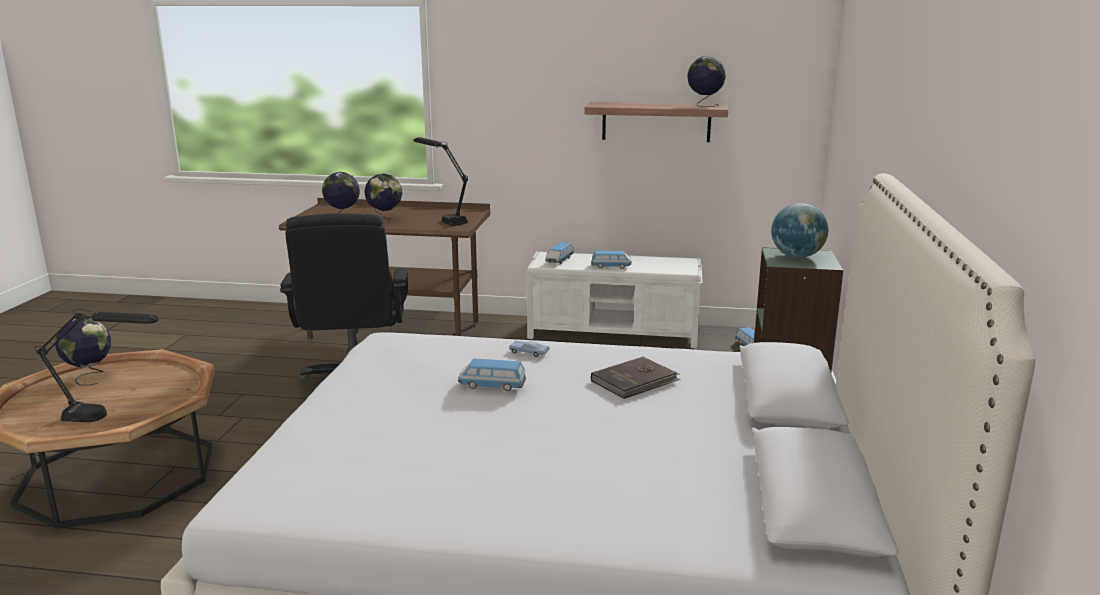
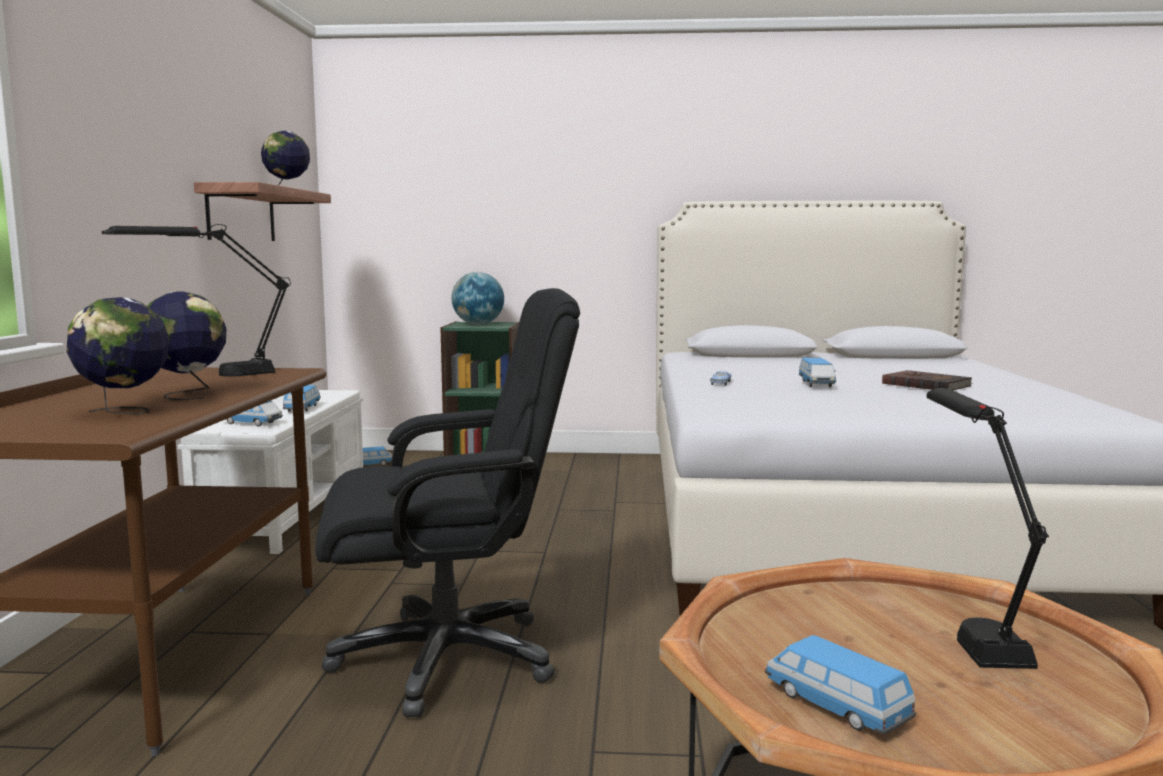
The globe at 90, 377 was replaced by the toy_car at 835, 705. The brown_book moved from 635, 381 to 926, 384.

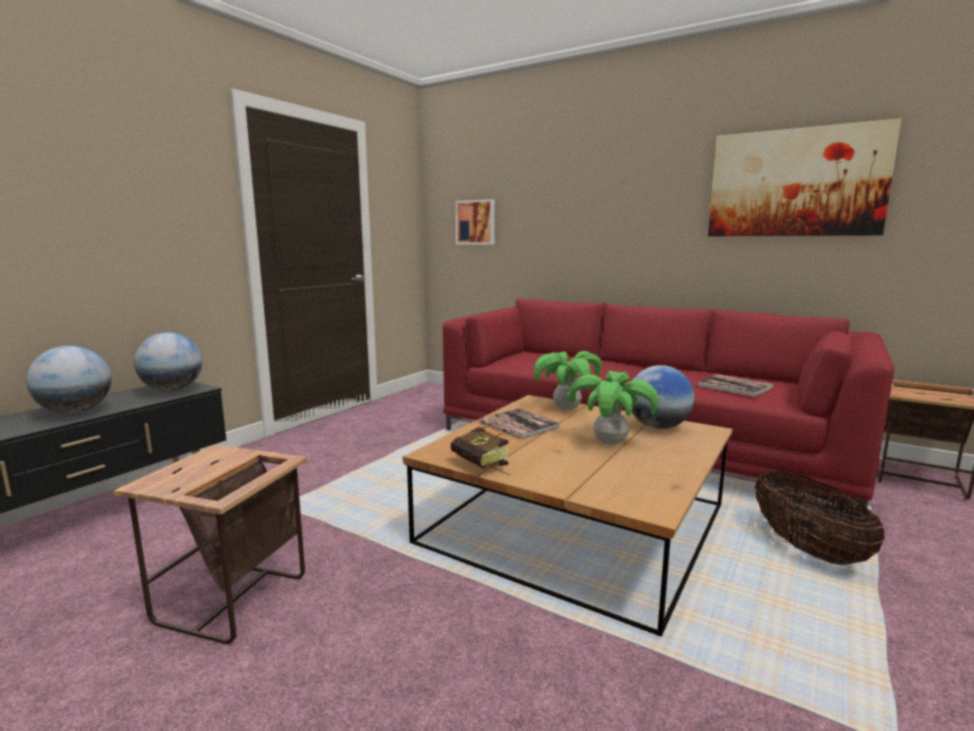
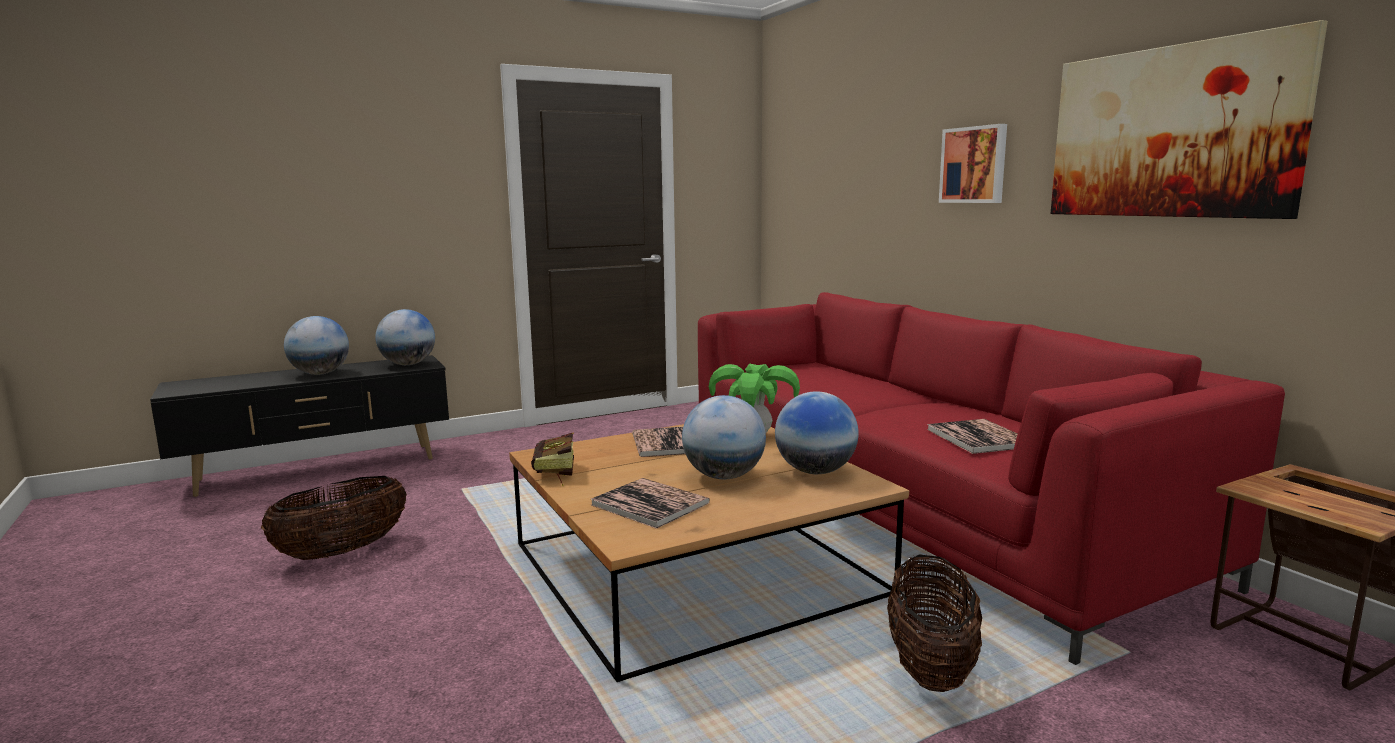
The picture moved from 476, 222 to 974, 165. The potted_plant at 610, 442 was replaced by the globe at 724, 476. The side_table at 230, 602 was replaced by the basket at 342, 551. The book at 650, 504 appeared.

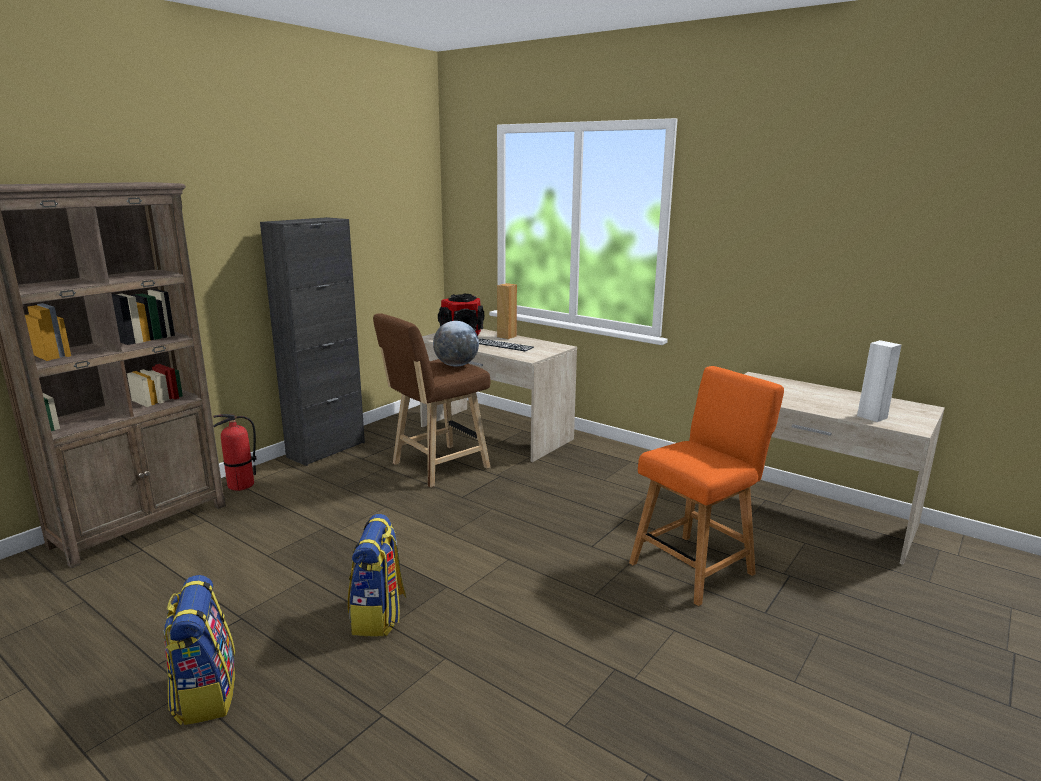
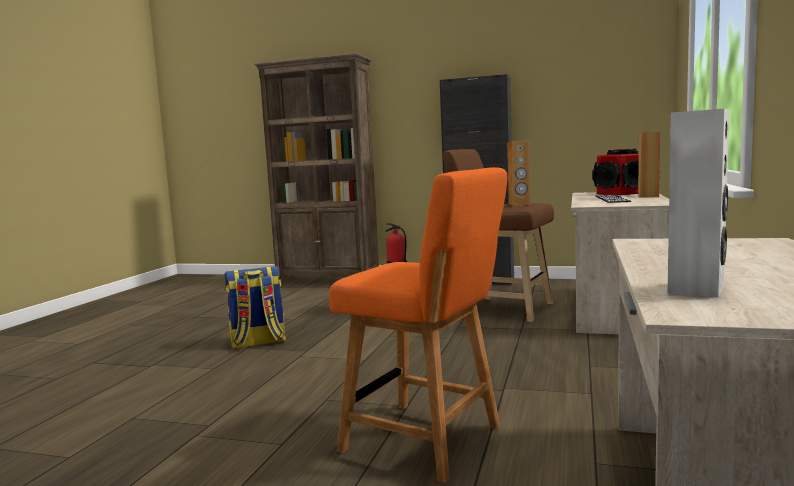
The globe at 456, 365 was replaced by the brown_speaker at 519, 204. The backpack at 205, 693 disappeared.

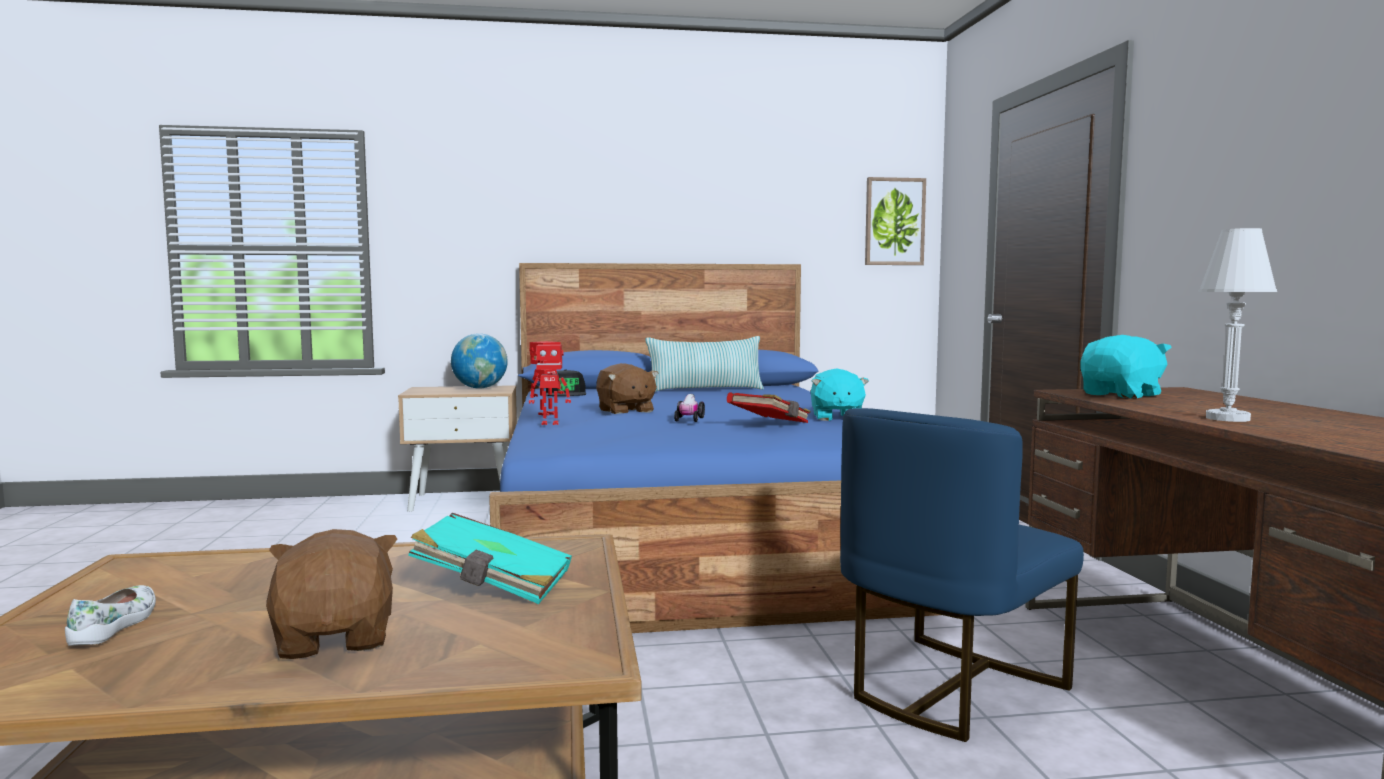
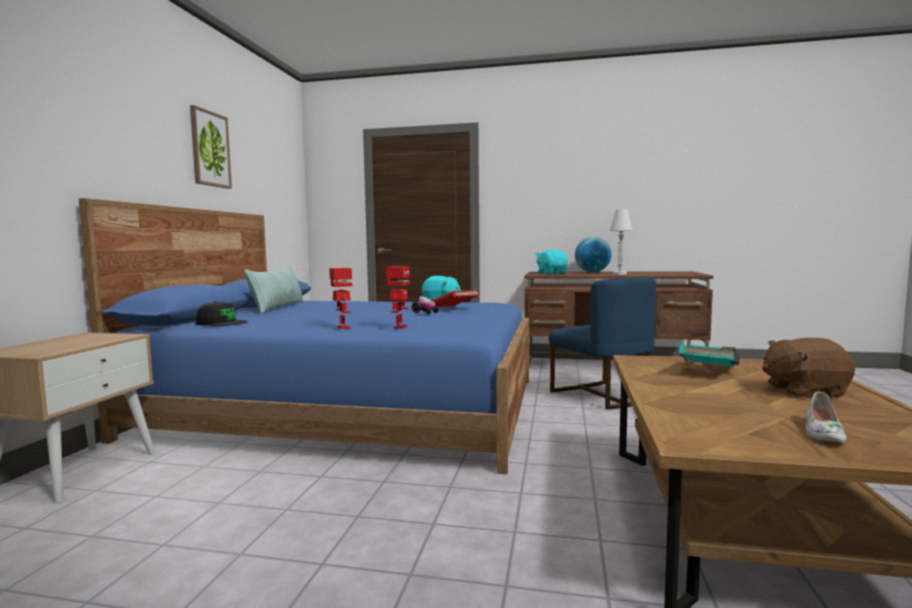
The picture moved from 894, 221 to 210, 149. The globe moved from 480, 388 to 592, 272. The brown_plush_toy at 625, 411 disappeared. The white_shoe at 116, 625 turned 75 degrees counterclockwise.

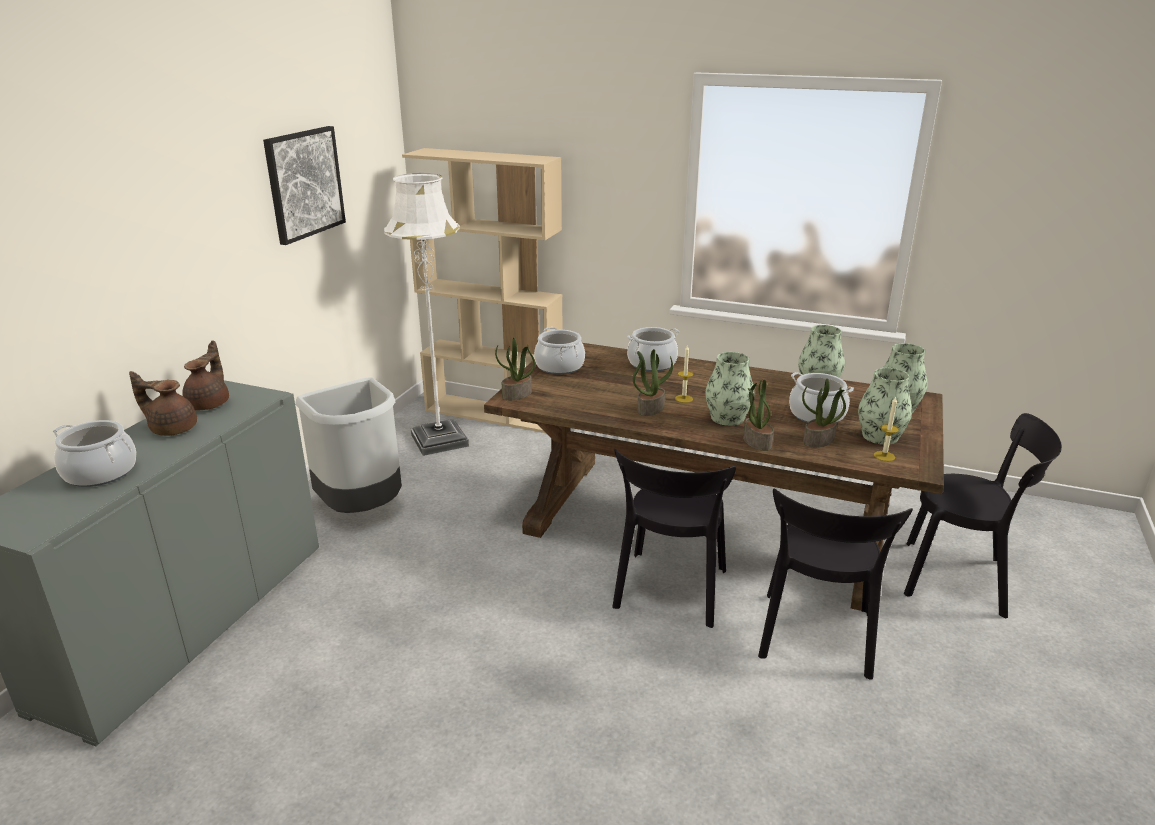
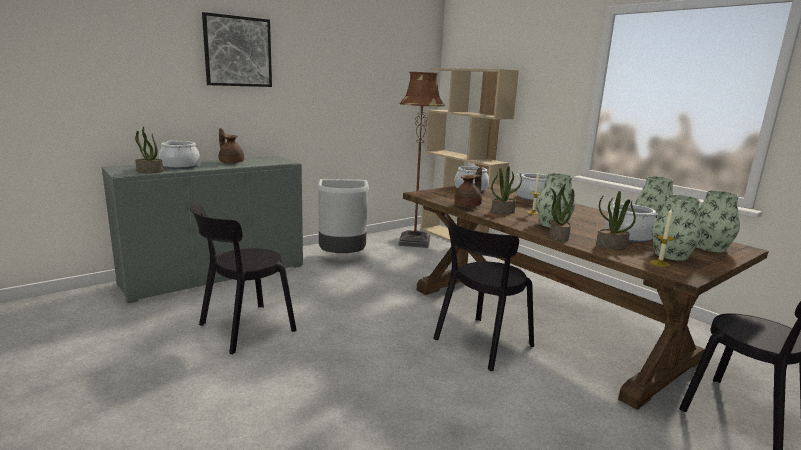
The picture moved from 304, 183 to 238, 51. The white_floor_lamp at 440, 440 became the brown_floor_lamp at 414, 242. The potted_plant moved from 517, 395 to 149, 171. The brown_teapot moved from 210, 404 to 468, 205. The black_chair moved from 815, 638 to 243, 329.

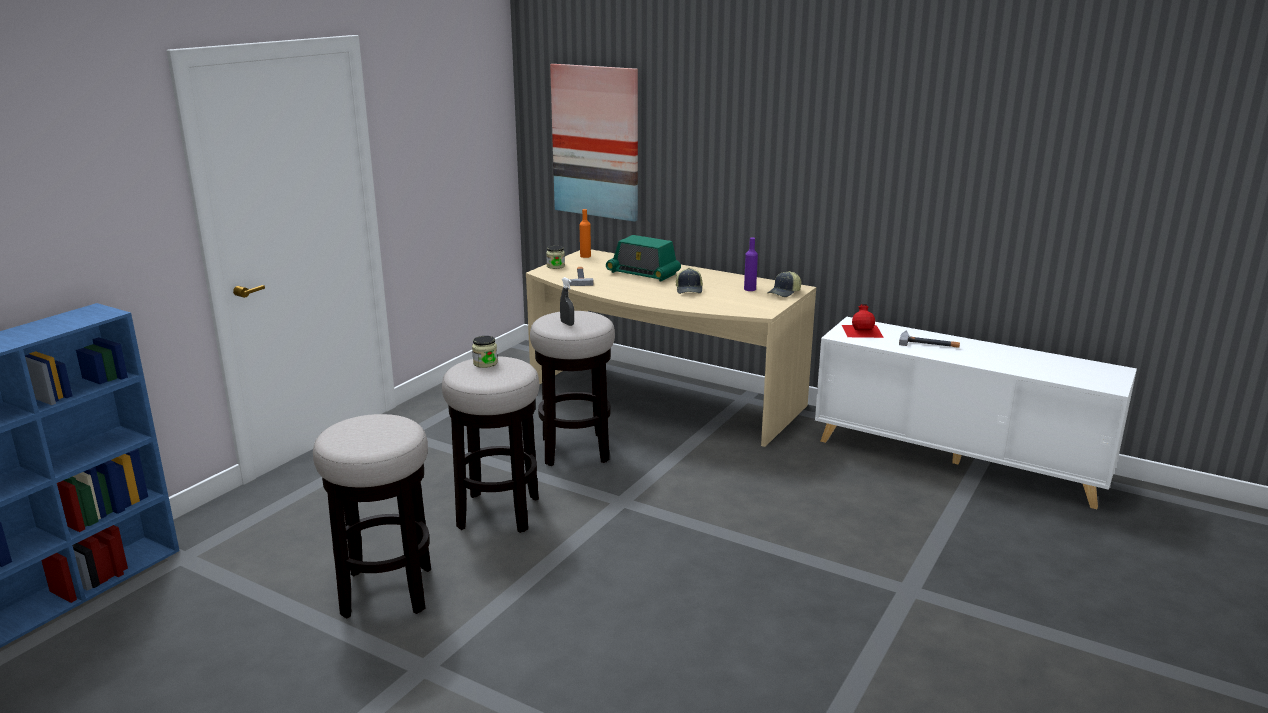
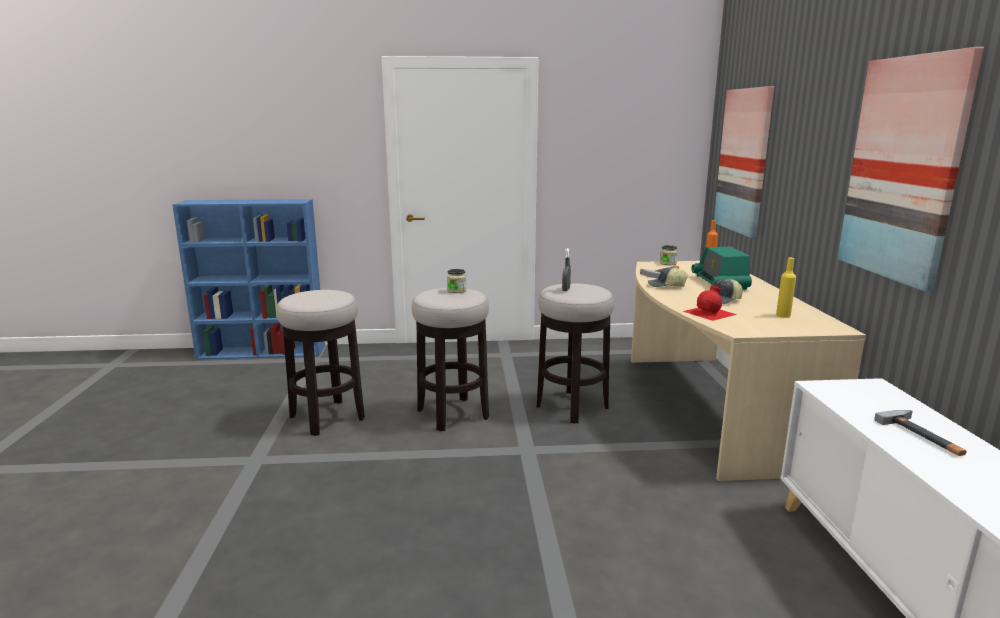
The purple_bottle at 750, 289 became the yellow_bottle at 783, 315. The cap moved from 784, 293 to 666, 286. The red_bottle moved from 862, 330 to 710, 312. The picture at 903, 169 appeared.

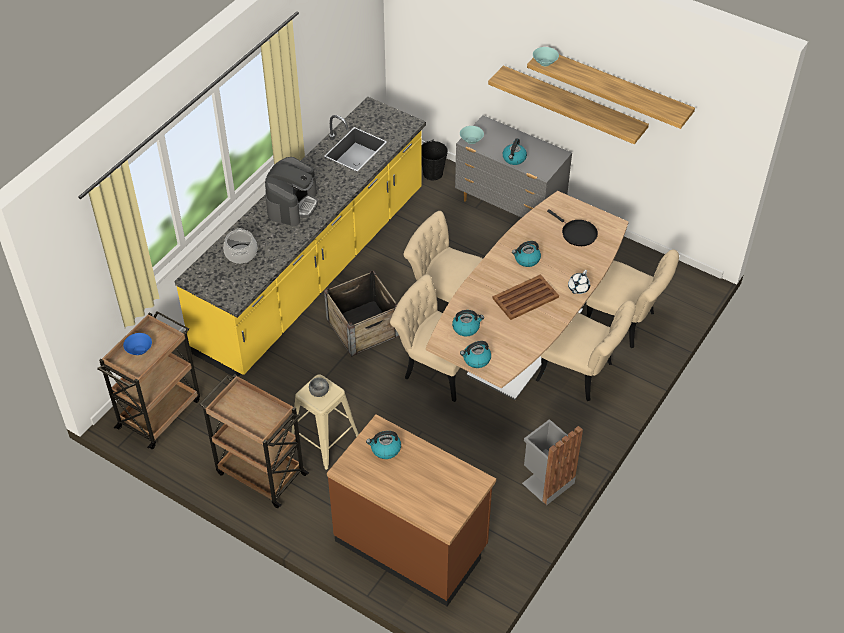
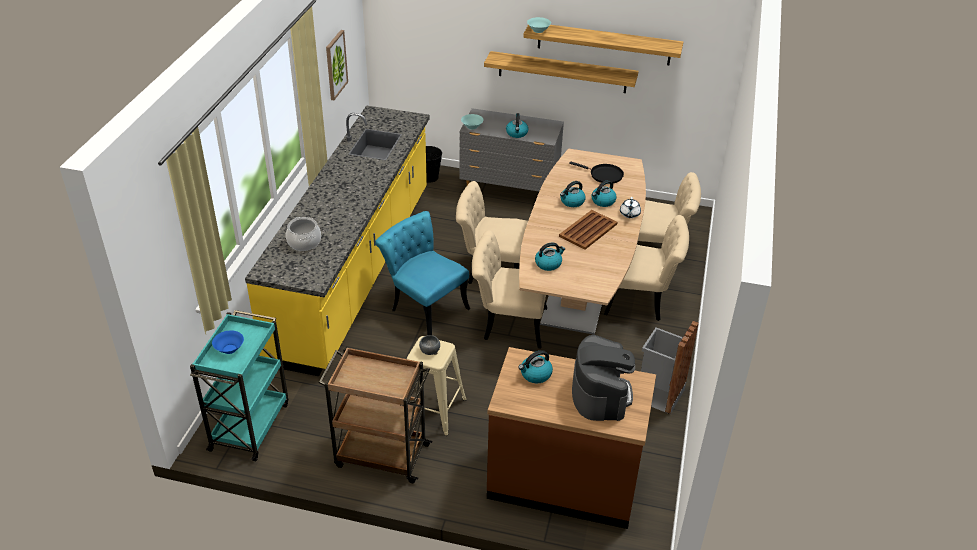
The coffee_machine moved from 292, 204 to 600, 394. The crate at 363, 327 was replaced by the turquoise_chair at 424, 306. The brown_cart at 160, 412 became the turquoise_cart at 250, 425. The kettle moved from 476, 359 to 603, 201. The picture at 335, 65 appeared.

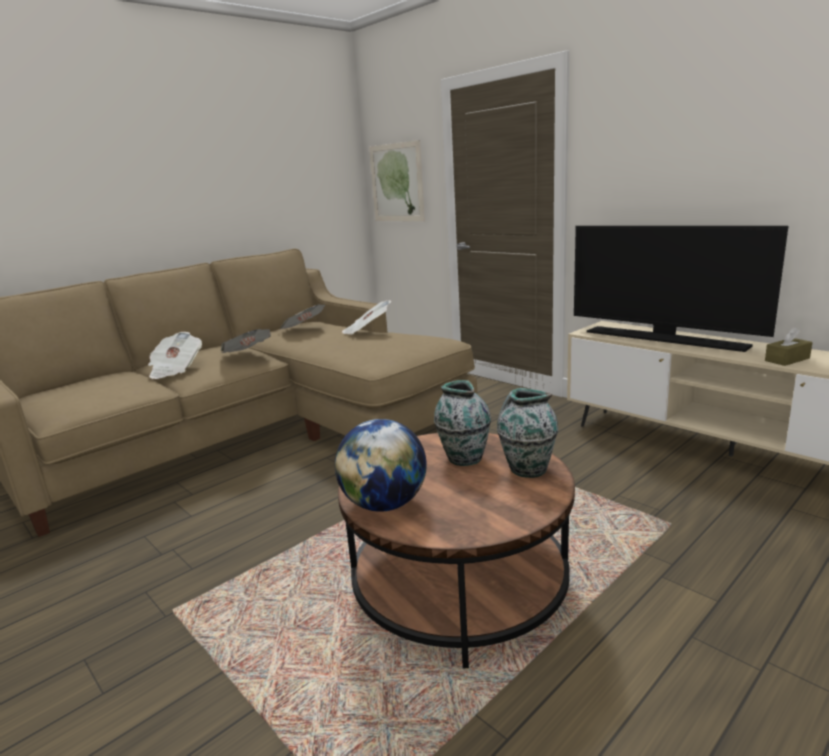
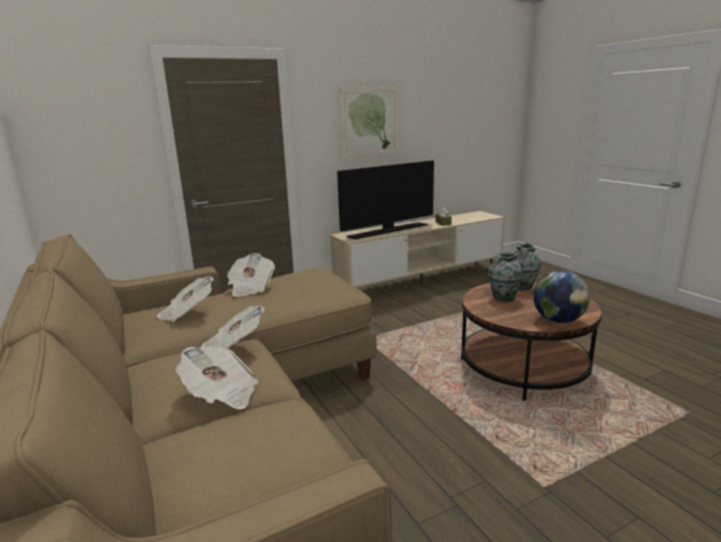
The picture moved from 396, 183 to 370, 121.

